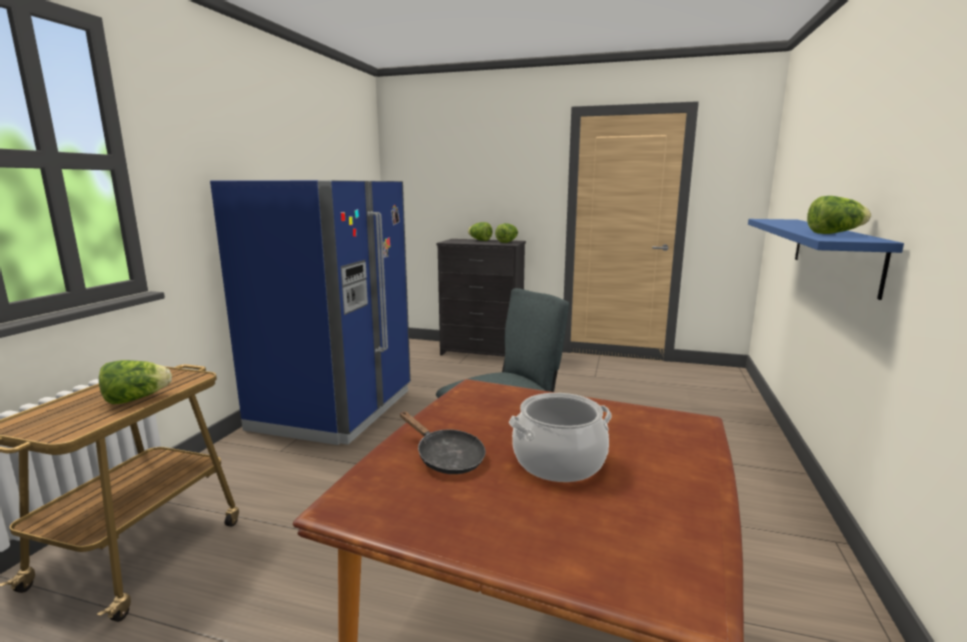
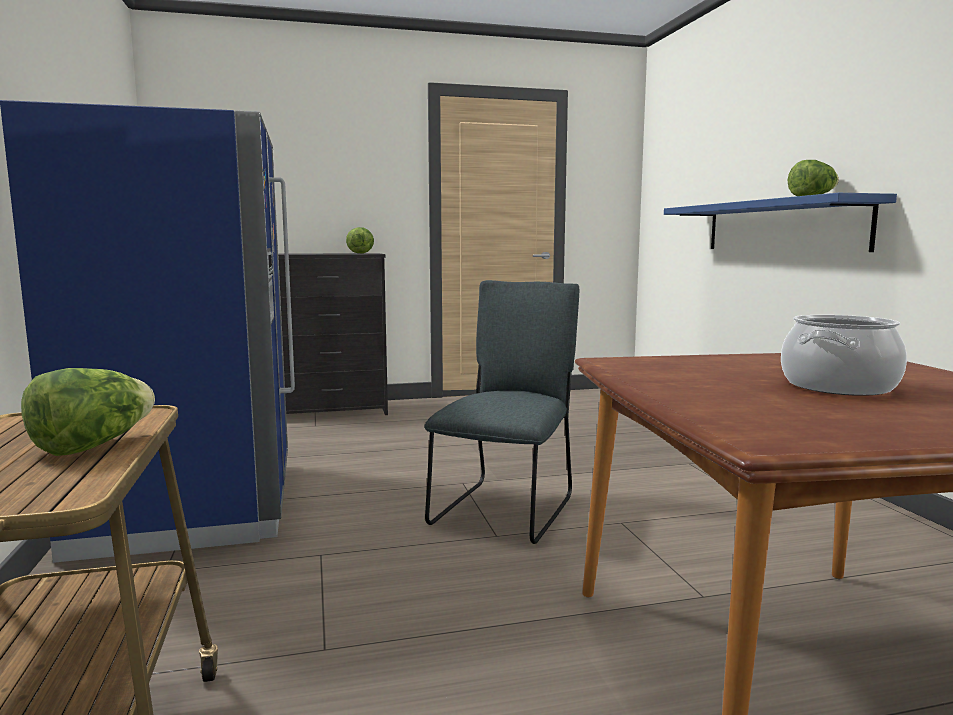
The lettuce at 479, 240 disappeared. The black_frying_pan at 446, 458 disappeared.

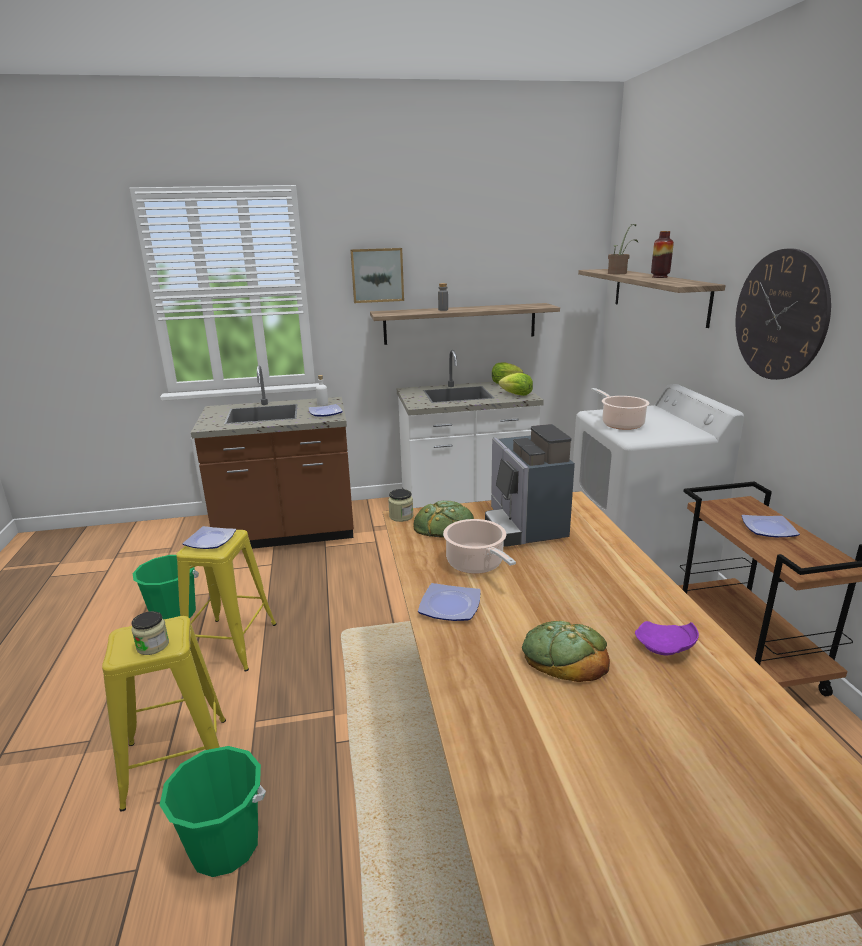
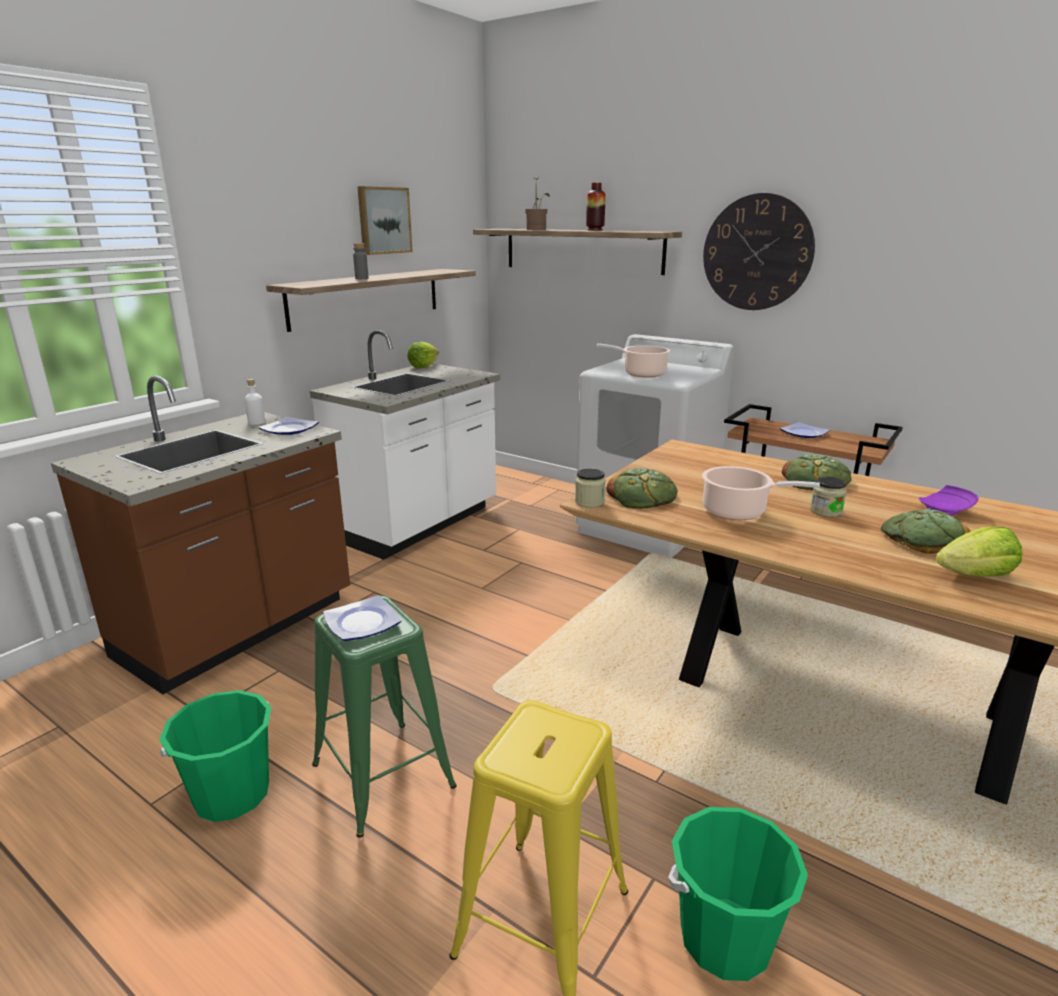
The picture moved from 377, 275 to 383, 220. The lettuce moved from 516, 394 to 975, 575. The coffee_machine at 523, 526 disappeared. The yellow_stool at 231, 644 became the green_stool at 383, 775. The plate at 451, 605 disappeared. The jar moved from 153, 645 to 826, 511. The bread at 815, 480 appeared.

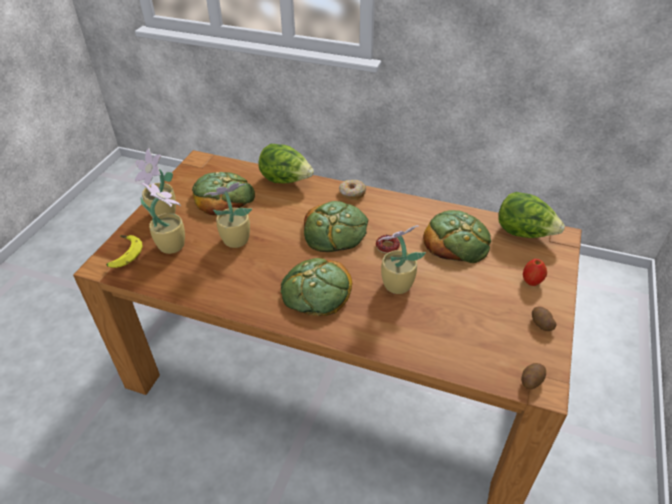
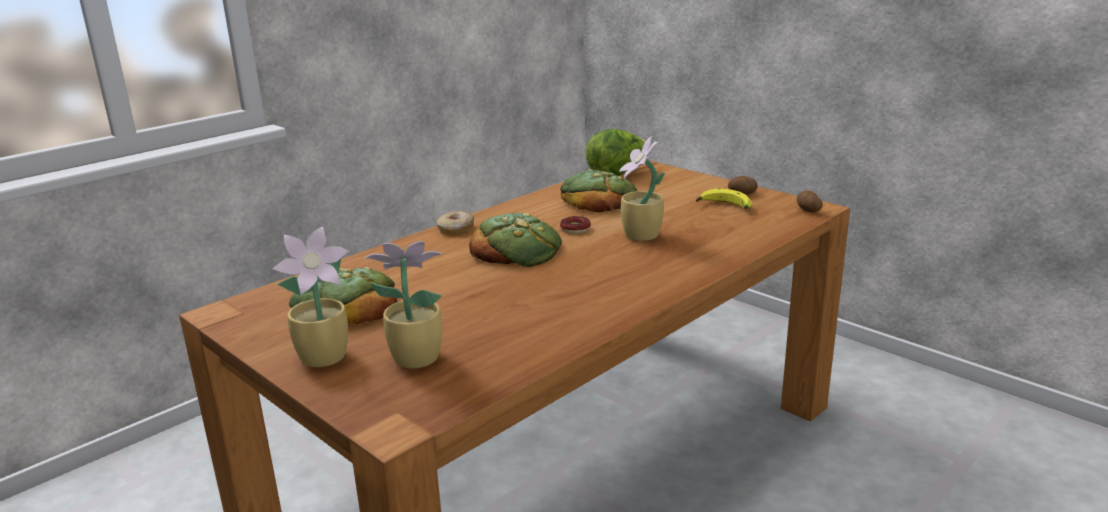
The lettuce at 286, 180 disappeared. The potted_plant at 234, 240 disappeared. The banana moved from 123, 255 to 724, 207. The bread at 316, 291 disappeared. The apple at 531, 281 disappeared.

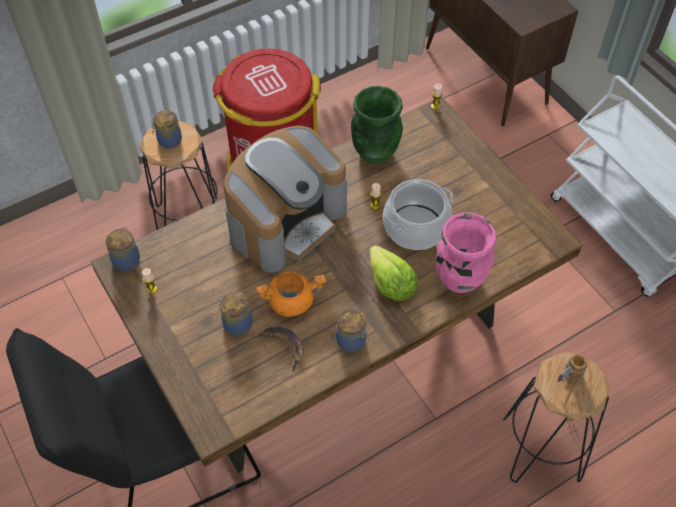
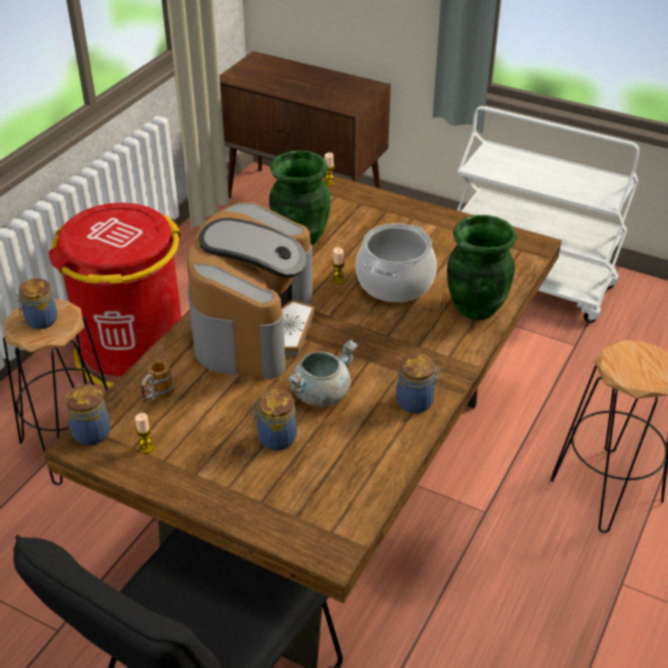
The pink_vase at 459, 279 became the green_vase at 475, 308. The lettuce at 390, 284 disappeared. The orange_cooking_pot at 291, 301 became the grey_cooking_pot at 320, 393. The banana at 284, 346 disappeared. The mug moved from 567, 378 to 157, 399.

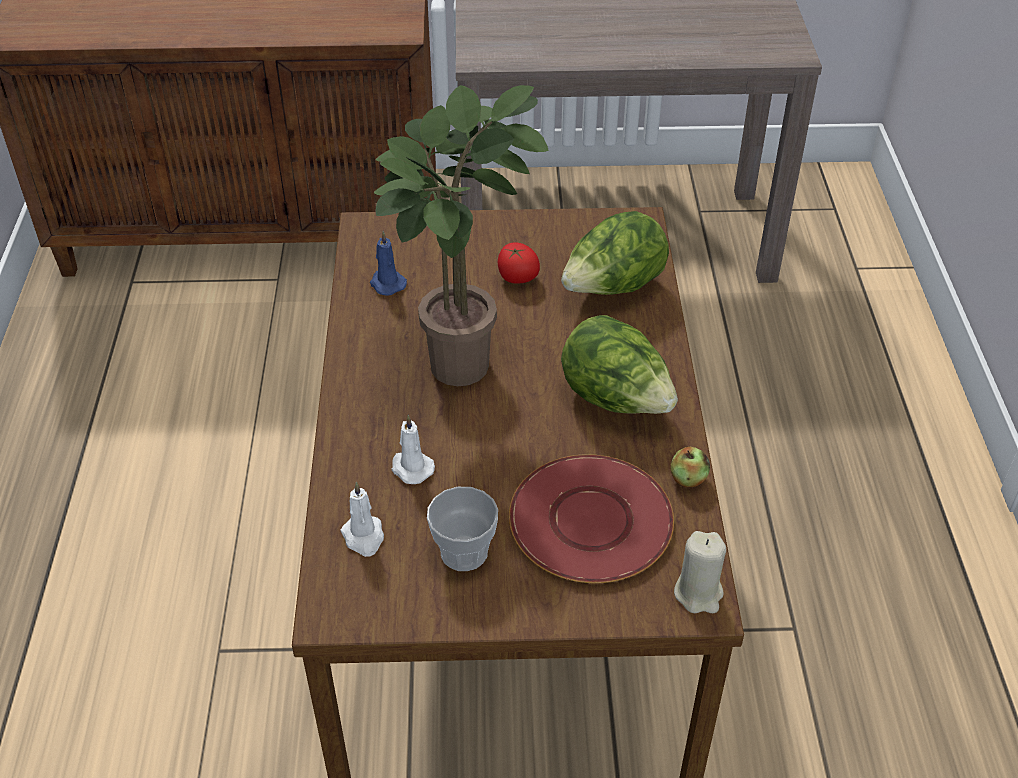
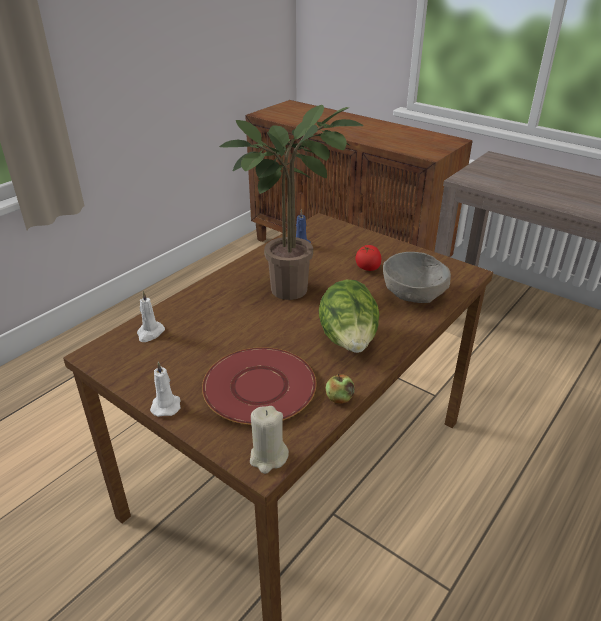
The lettuce at 613, 289 was replaced by the grey_bowl at 414, 294. The white_candle moved from 411, 468 to 166, 405. The cup at 464, 552 disappeared.

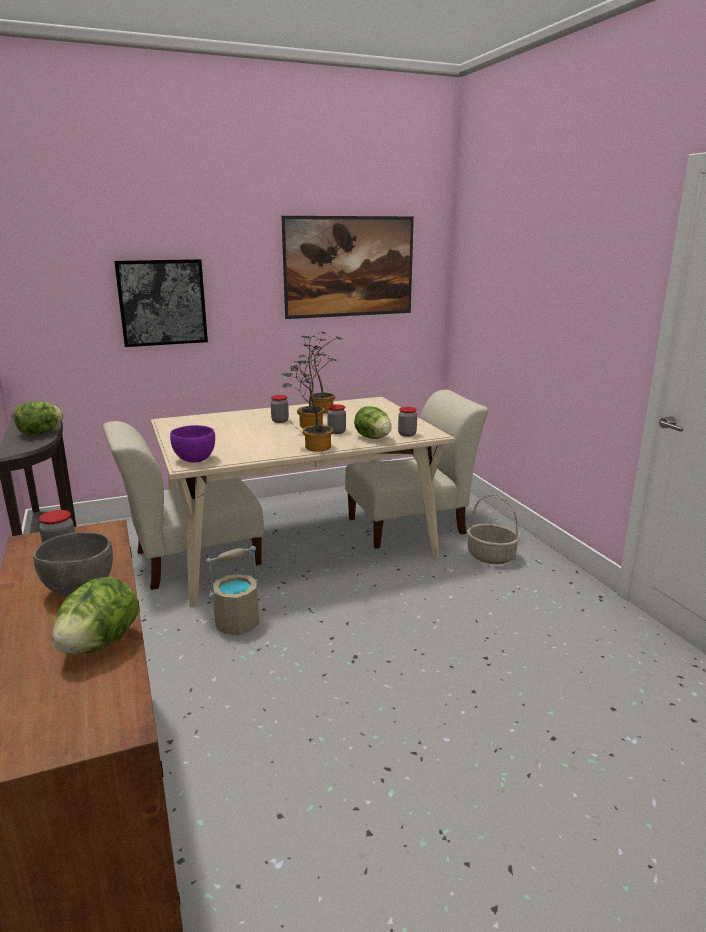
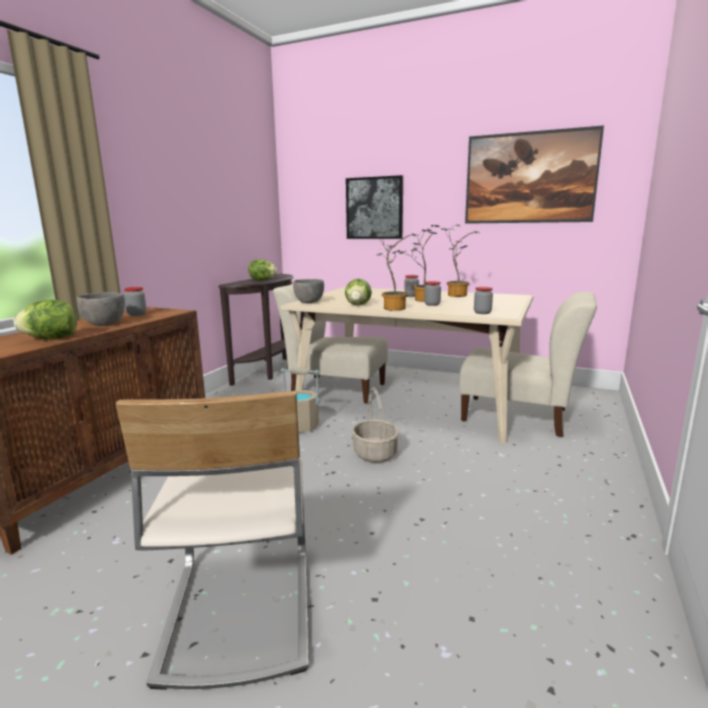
The lettuce moved from 373, 438 to 358, 305. The purple_bowl at 194, 459 became the grey_bowl at 309, 302. The basket moved from 491, 556 to 375, 454. The beige_chair at 237, 610 appeared.

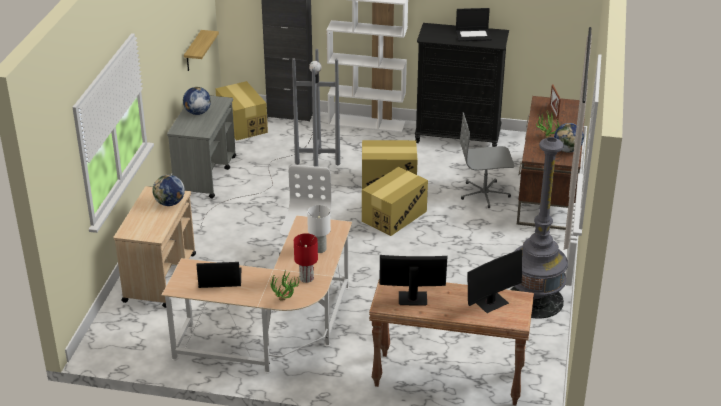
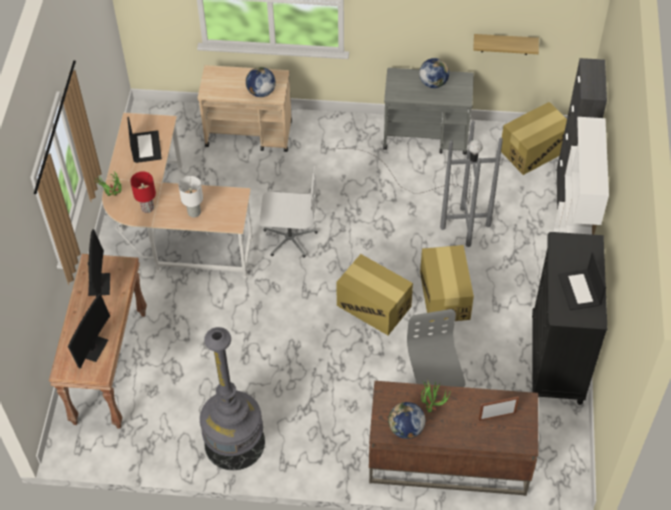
The monitor at 491, 302 turned 120 degrees counterclockwise.

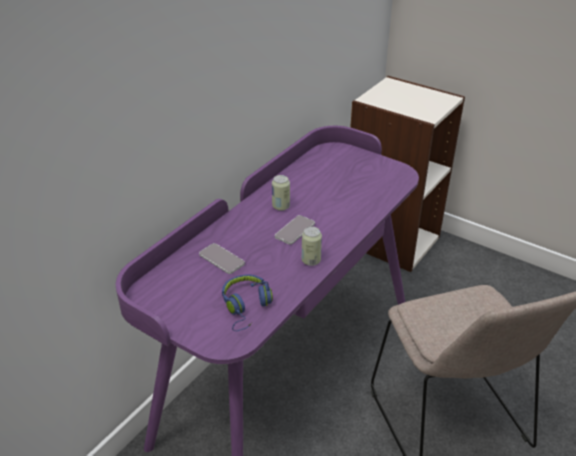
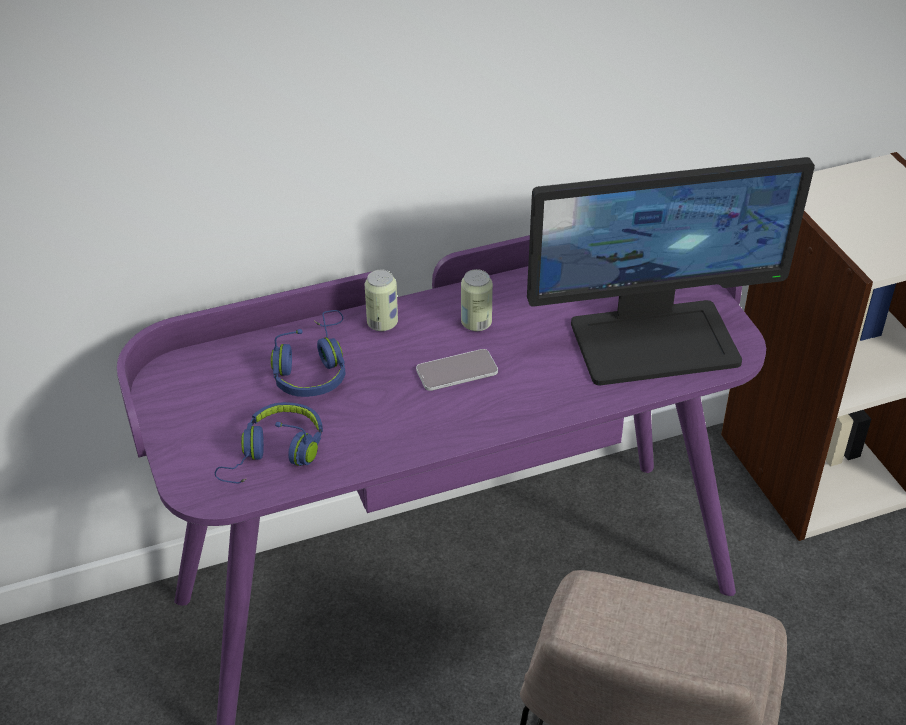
The can moved from 311, 261 to 382, 323. The phone at 221, 259 was replaced by the blue_headphones at 312, 368. The monitor at 654, 340 appeared.

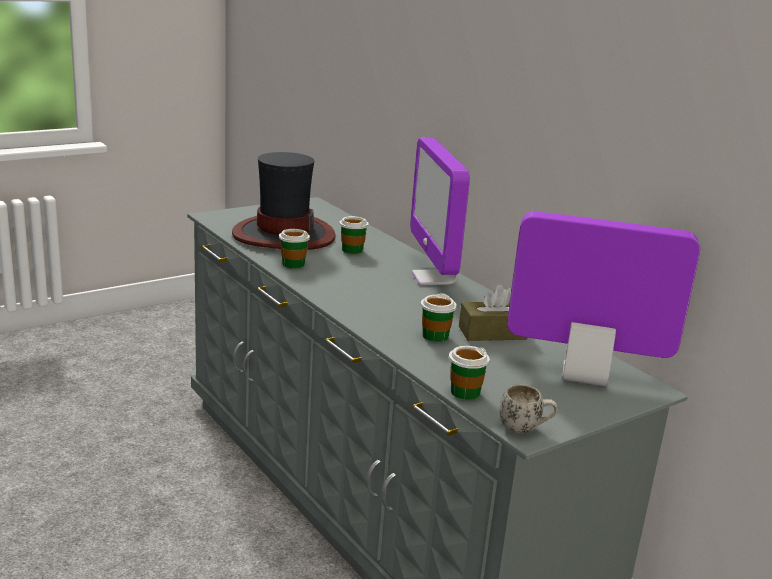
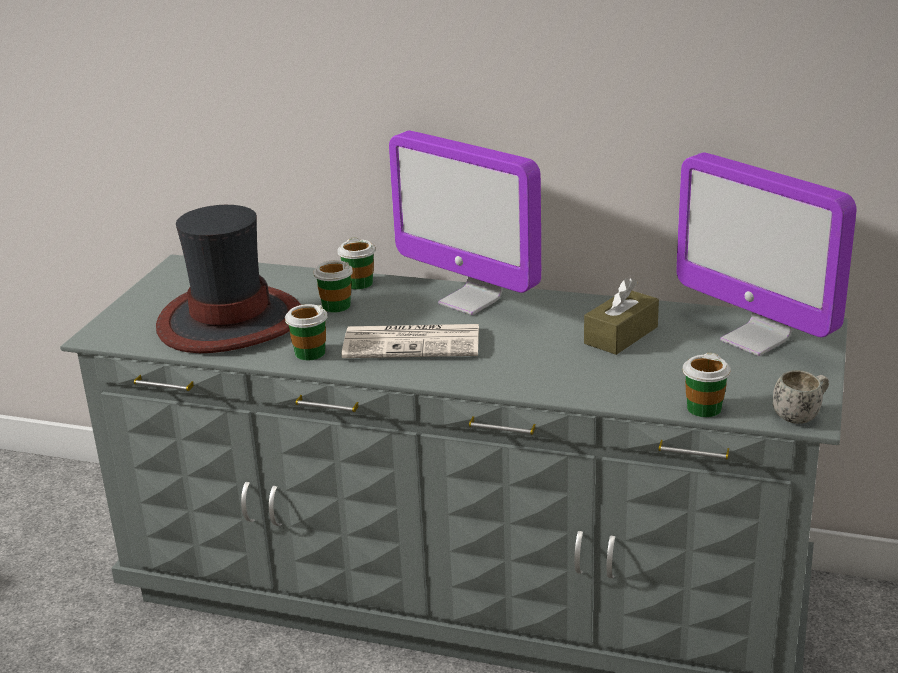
The monitor at 584, 375 turned 105 degrees counterclockwise. The cup moved from 435, 336 to 359, 283. The newspaper at 414, 342 appeared.

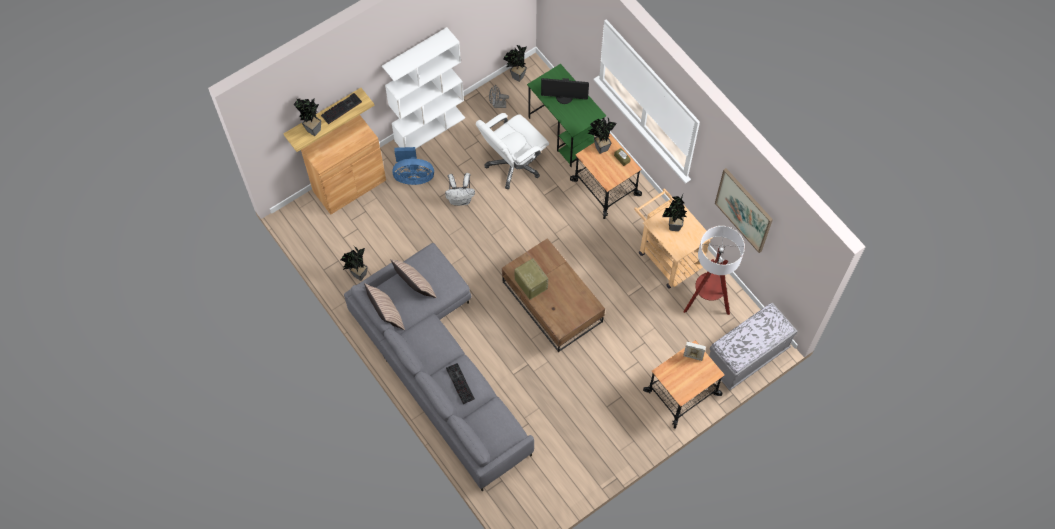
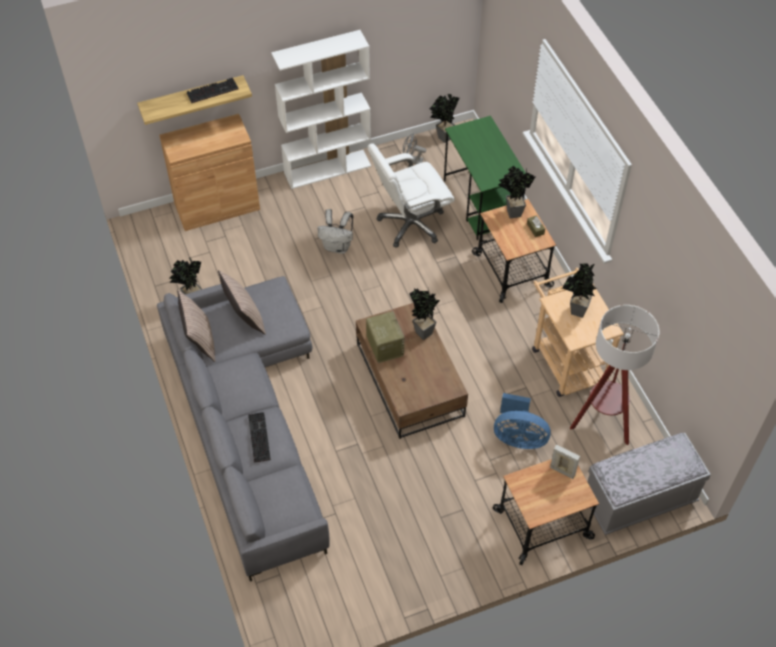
The monitor at 564, 97 disappeared. The potted_plant moved from 313, 128 to 423, 330. The blue_fan moved from 413, 177 to 518, 437. The picture at 744, 210 disappeared.

